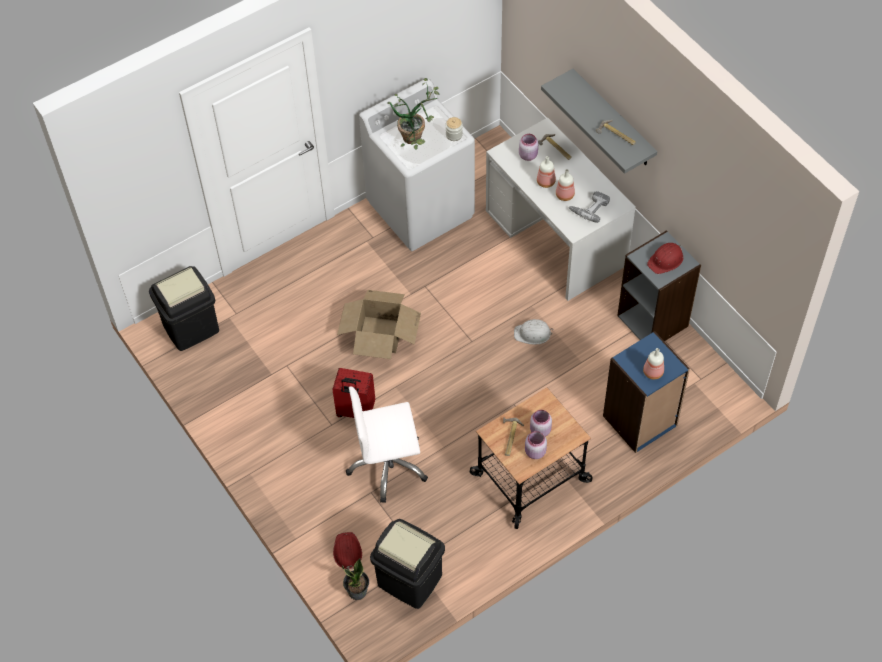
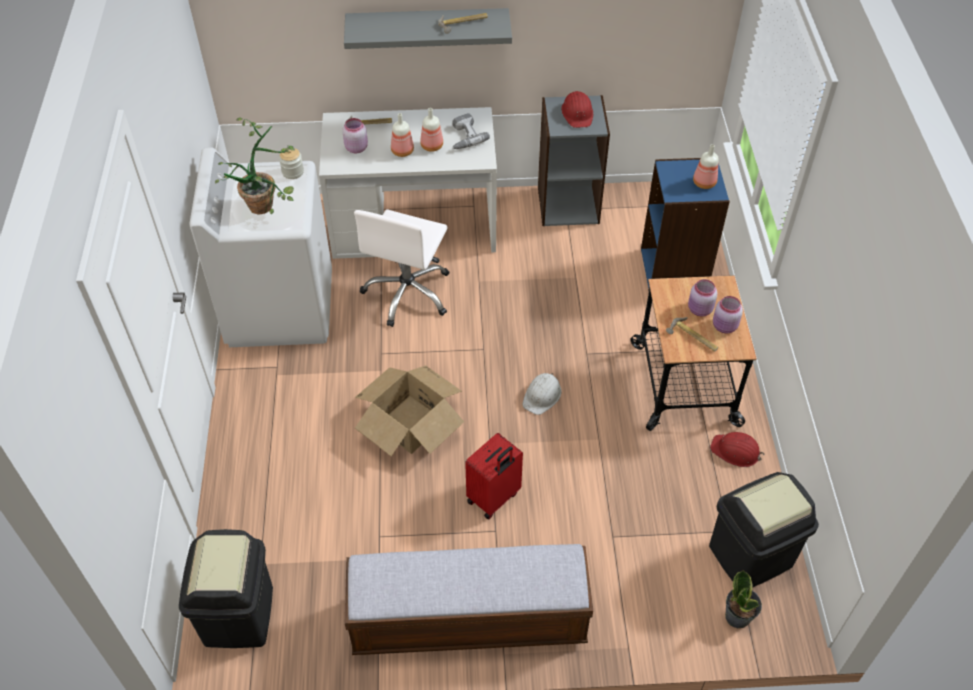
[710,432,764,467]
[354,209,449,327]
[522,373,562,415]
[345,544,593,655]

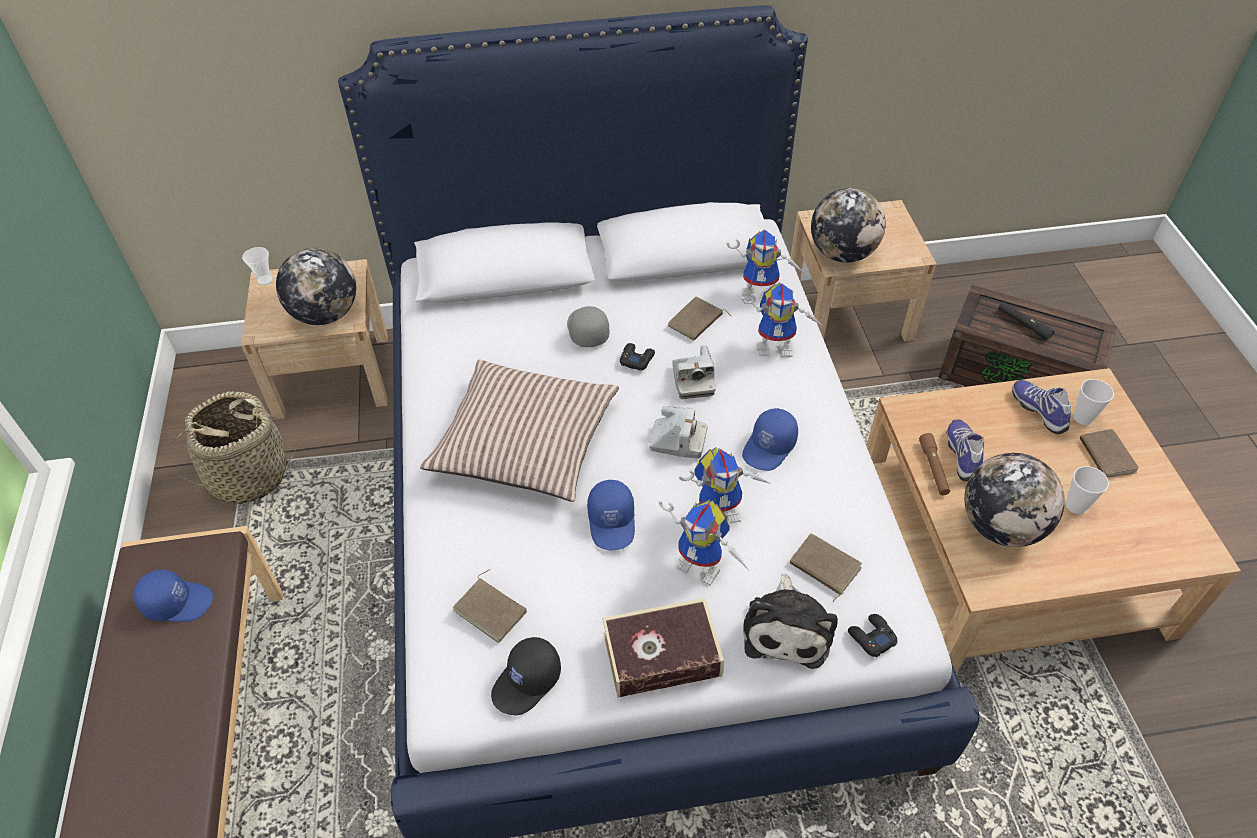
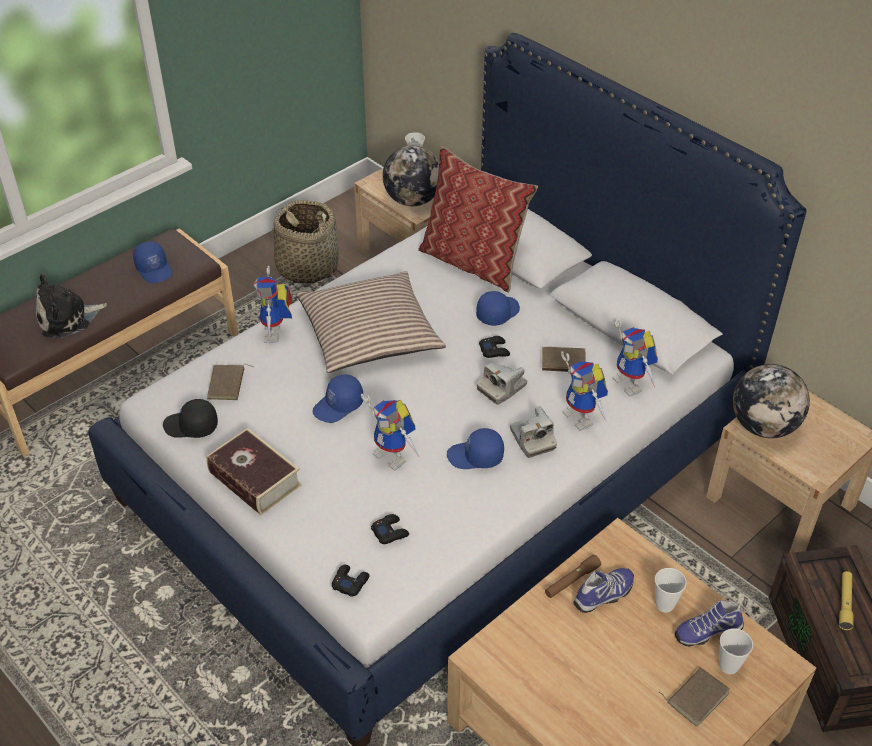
[476,291,520,326]
[510,406,557,458]
[254,266,293,343]
[36,274,107,338]
[371,514,409,544]
[964,453,1065,547] (first image)
[839,571,853,630]
[675,600,744,647]
[655,568,687,613]
[418,146,538,293]

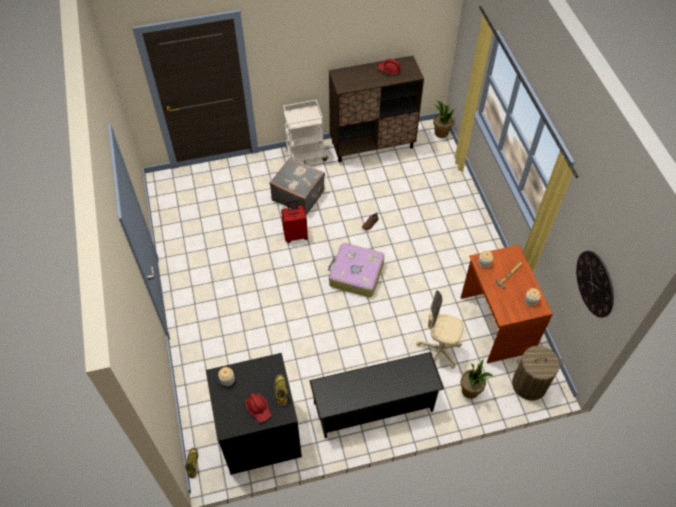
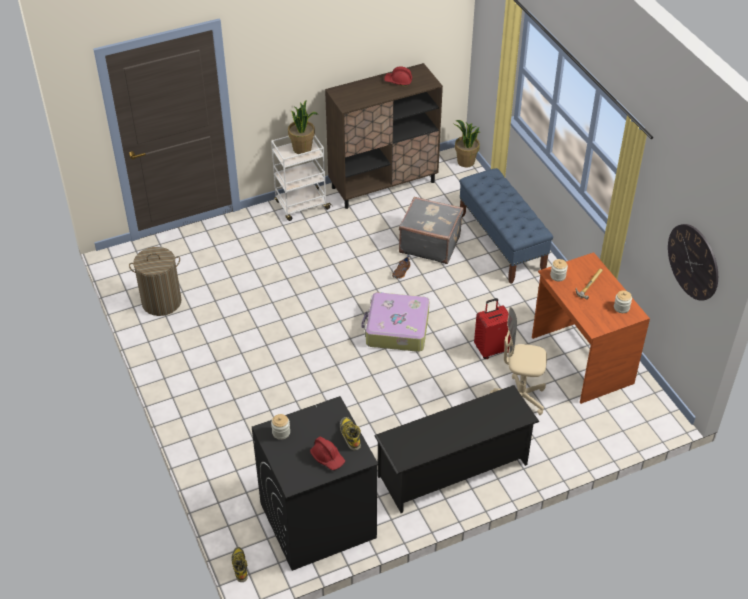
[399,197,463,264]
[474,298,511,359]
[288,101,318,154]
[129,247,181,316]
[459,168,553,284]

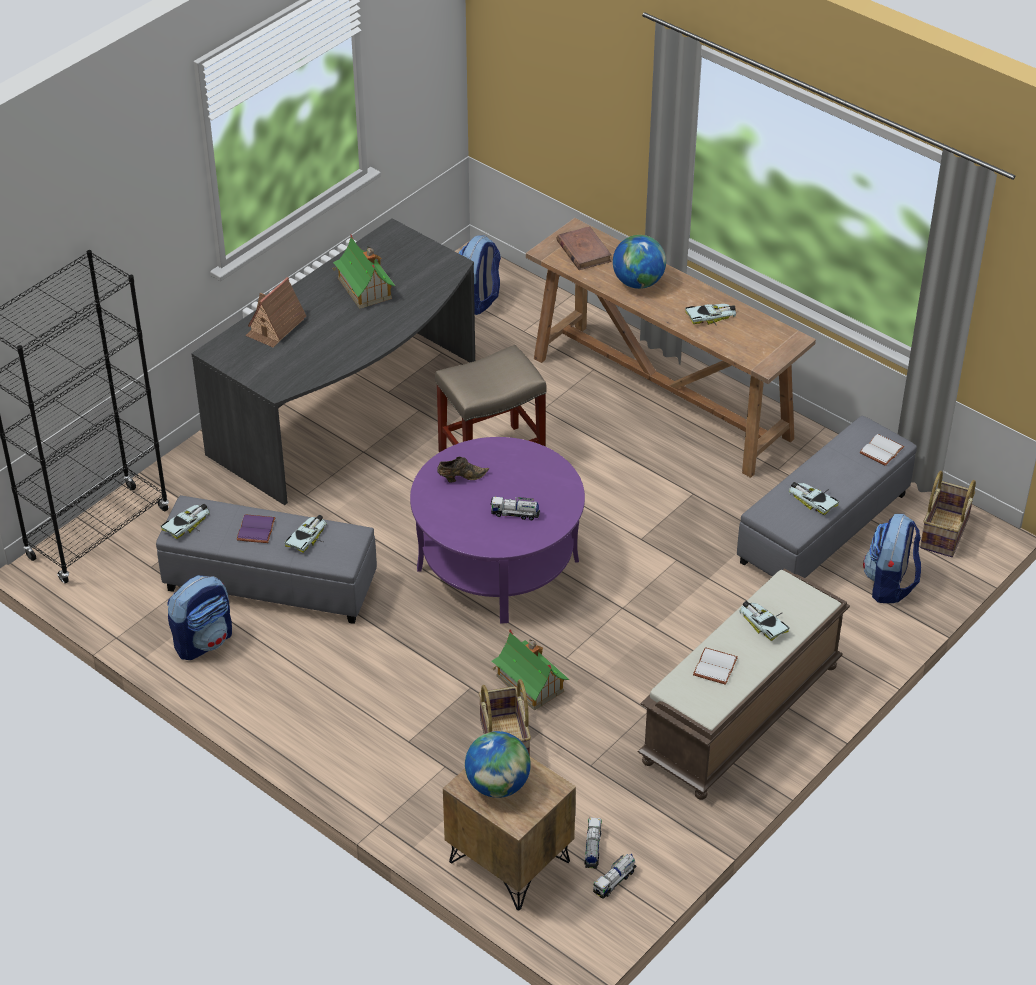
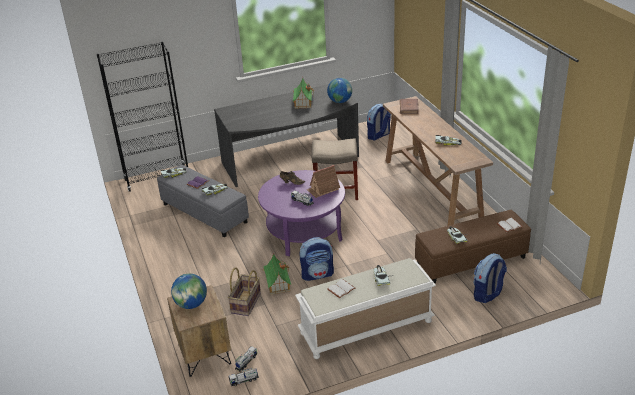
[299,237,334,281]
[307,165,340,198]
[327,78,352,103]
[295,258,436,359]
[415,210,531,283]
[920,471,976,557] (first image)

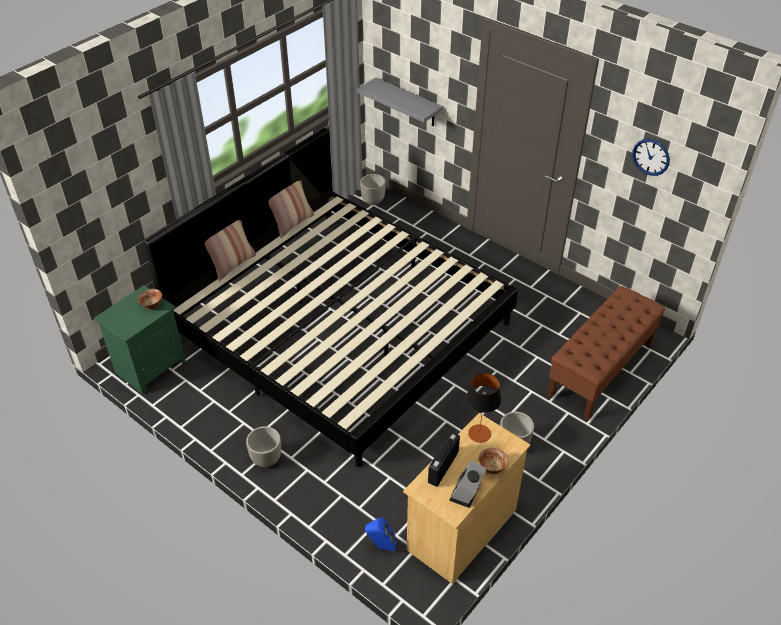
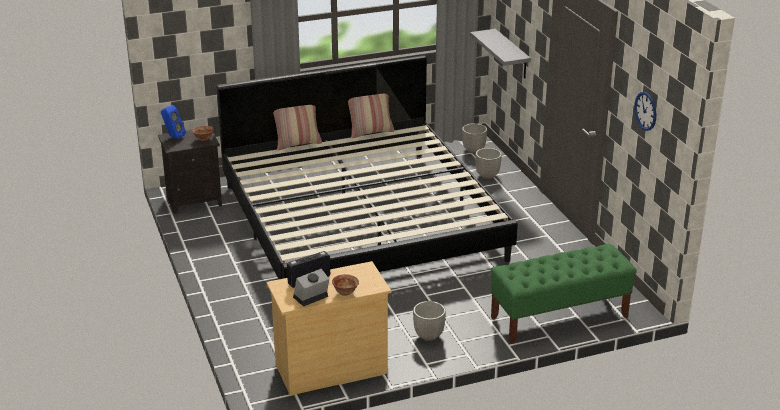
[158,130,222,214]
[475,148,502,179]
[161,105,186,139]
[466,373,501,443] (first image)
[491,244,637,344]

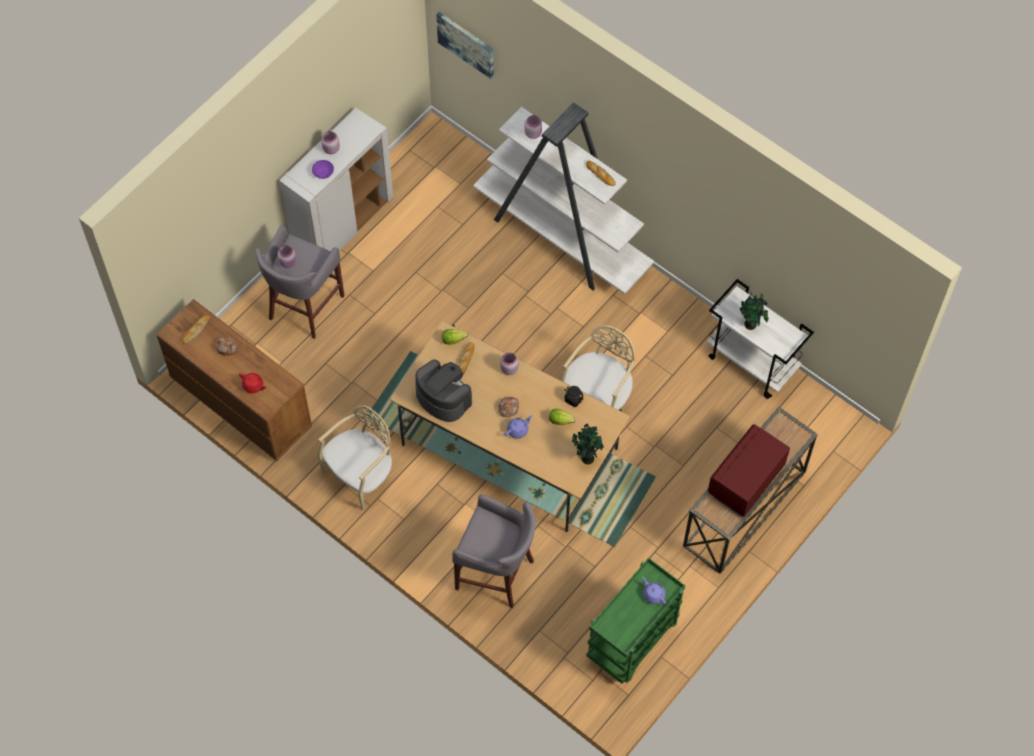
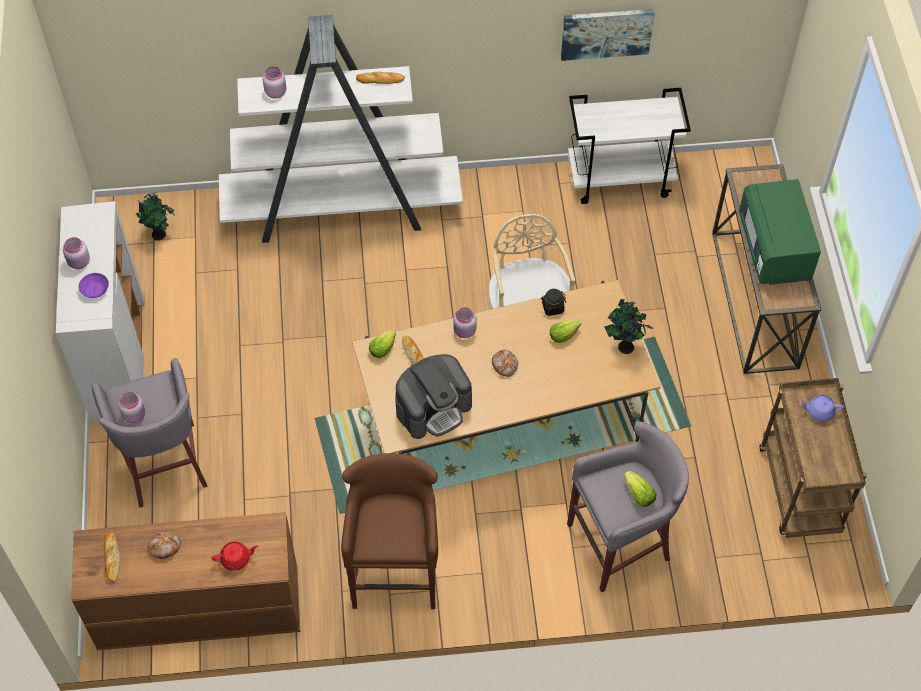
[341,453,438,609]
[395,354,472,439]
[561,9,655,61]
[504,415,533,439] (first image)
[759,378,866,538]
[739,179,821,285]
[136,193,174,240]
[624,471,656,507]

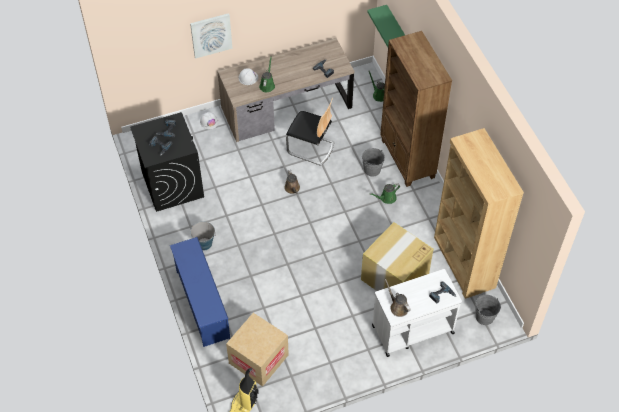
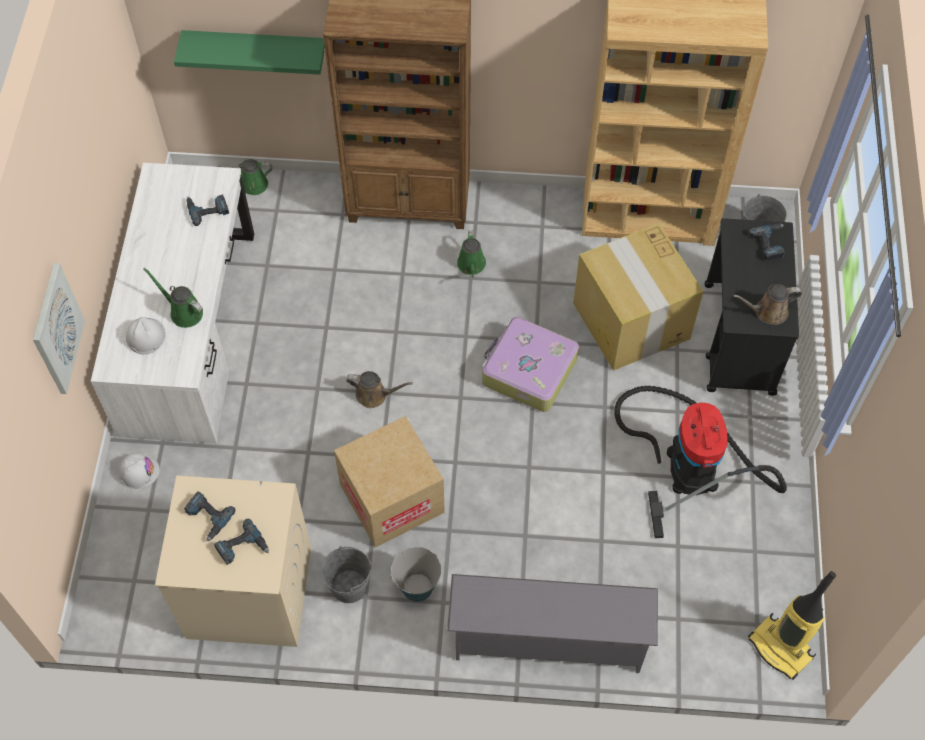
[155,476,311,647]
[447,574,658,673]
[91,163,254,444]
[334,416,445,548]
[286,98,335,166] (first image)
[321,546,372,603]
[705,218,799,396]
[482,317,579,412]
[614,386,787,538]

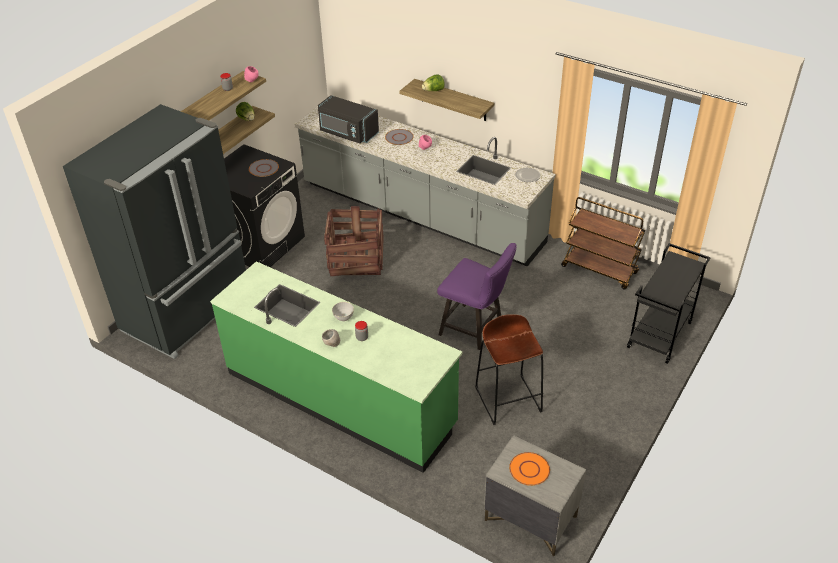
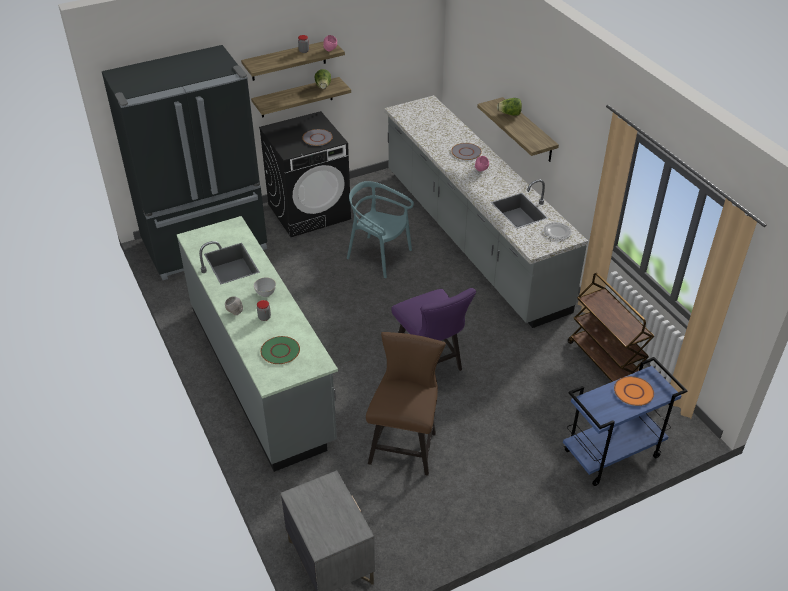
[177,216,338,472]
[318,95,379,143] (first image)
[347,181,414,278]
[366,332,446,476]
[614,376,654,406]
[563,357,688,486]
[261,336,300,364]

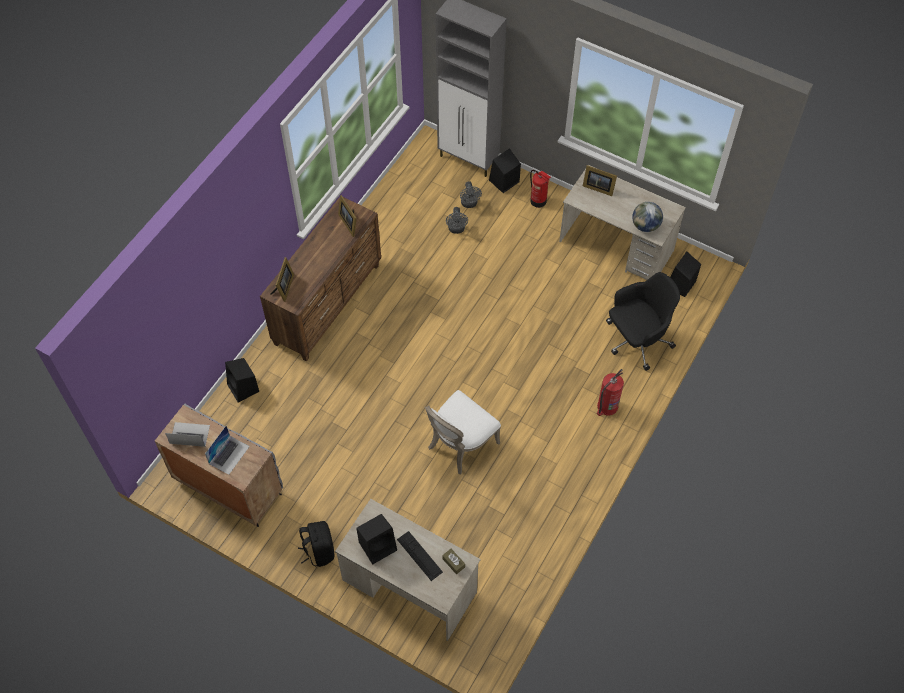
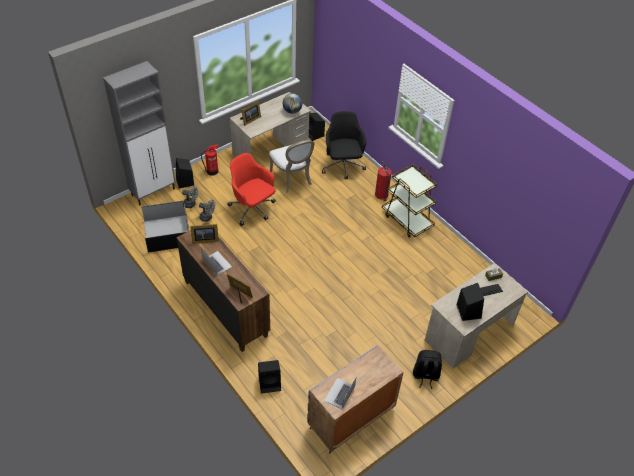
[202,249,232,275]
[269,140,314,192]
[141,201,189,253]
[227,153,276,226]
[382,164,437,238]

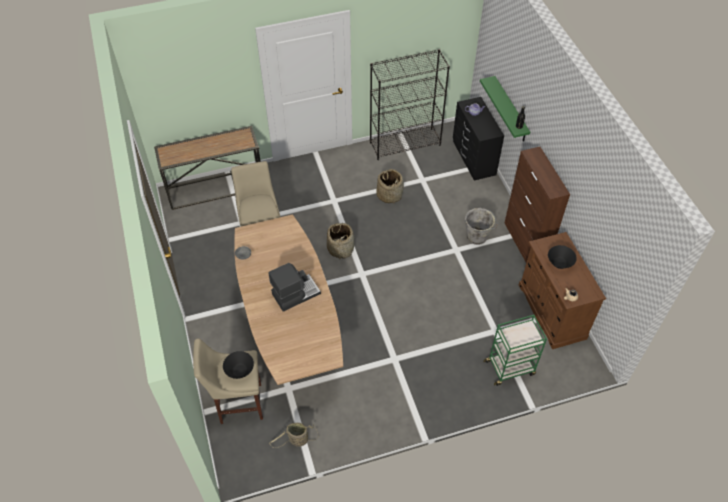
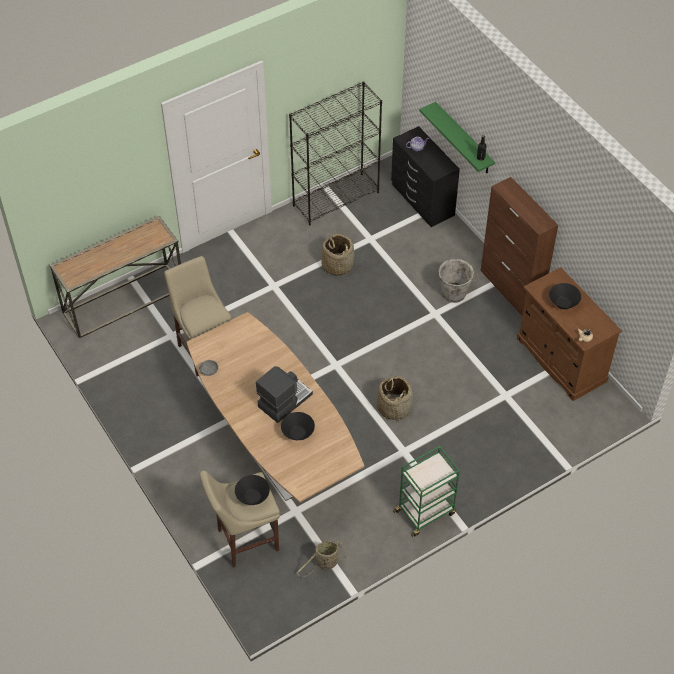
[377,376,413,421]
[393,446,460,537]
[281,412,315,440]

